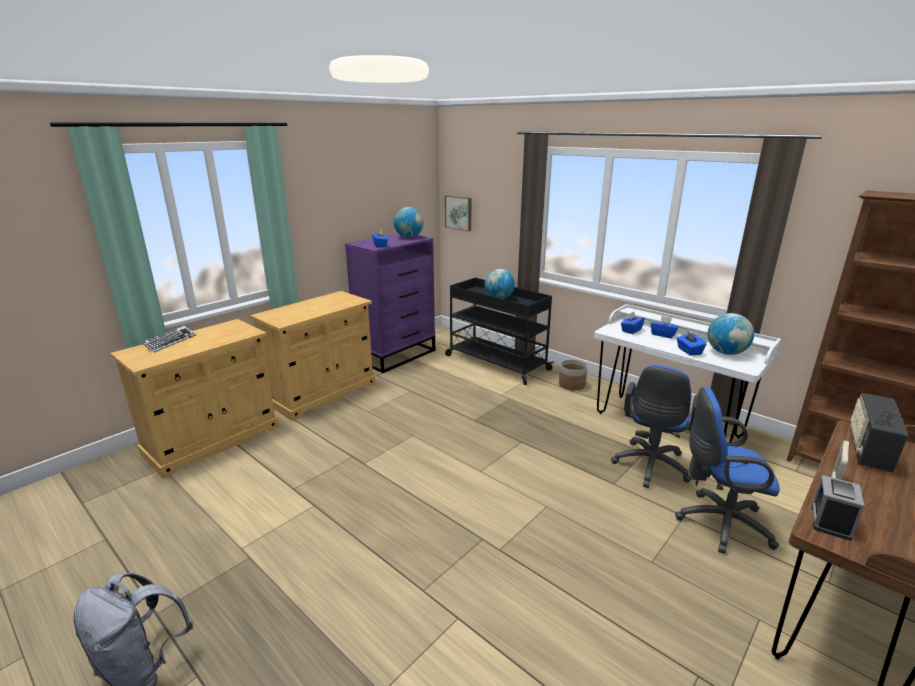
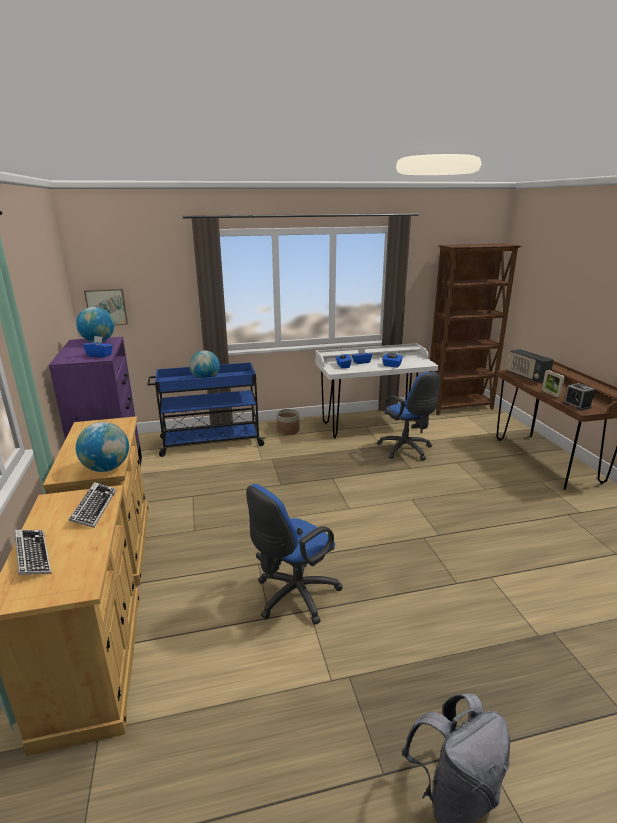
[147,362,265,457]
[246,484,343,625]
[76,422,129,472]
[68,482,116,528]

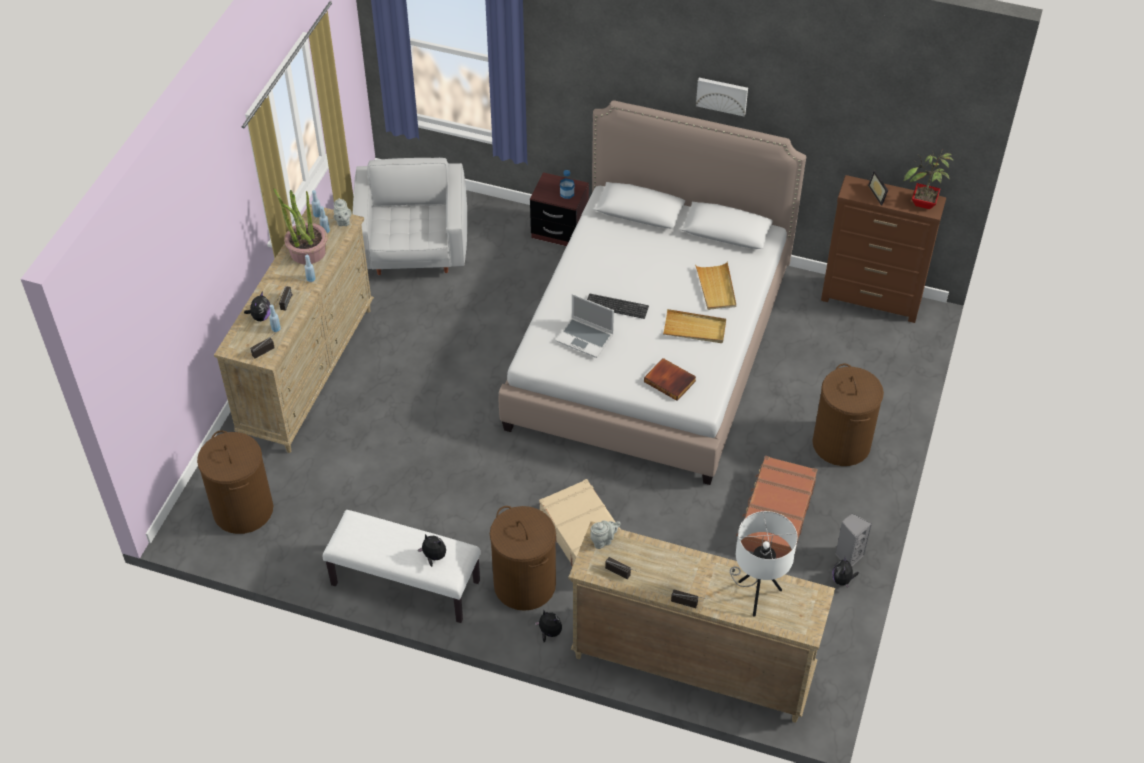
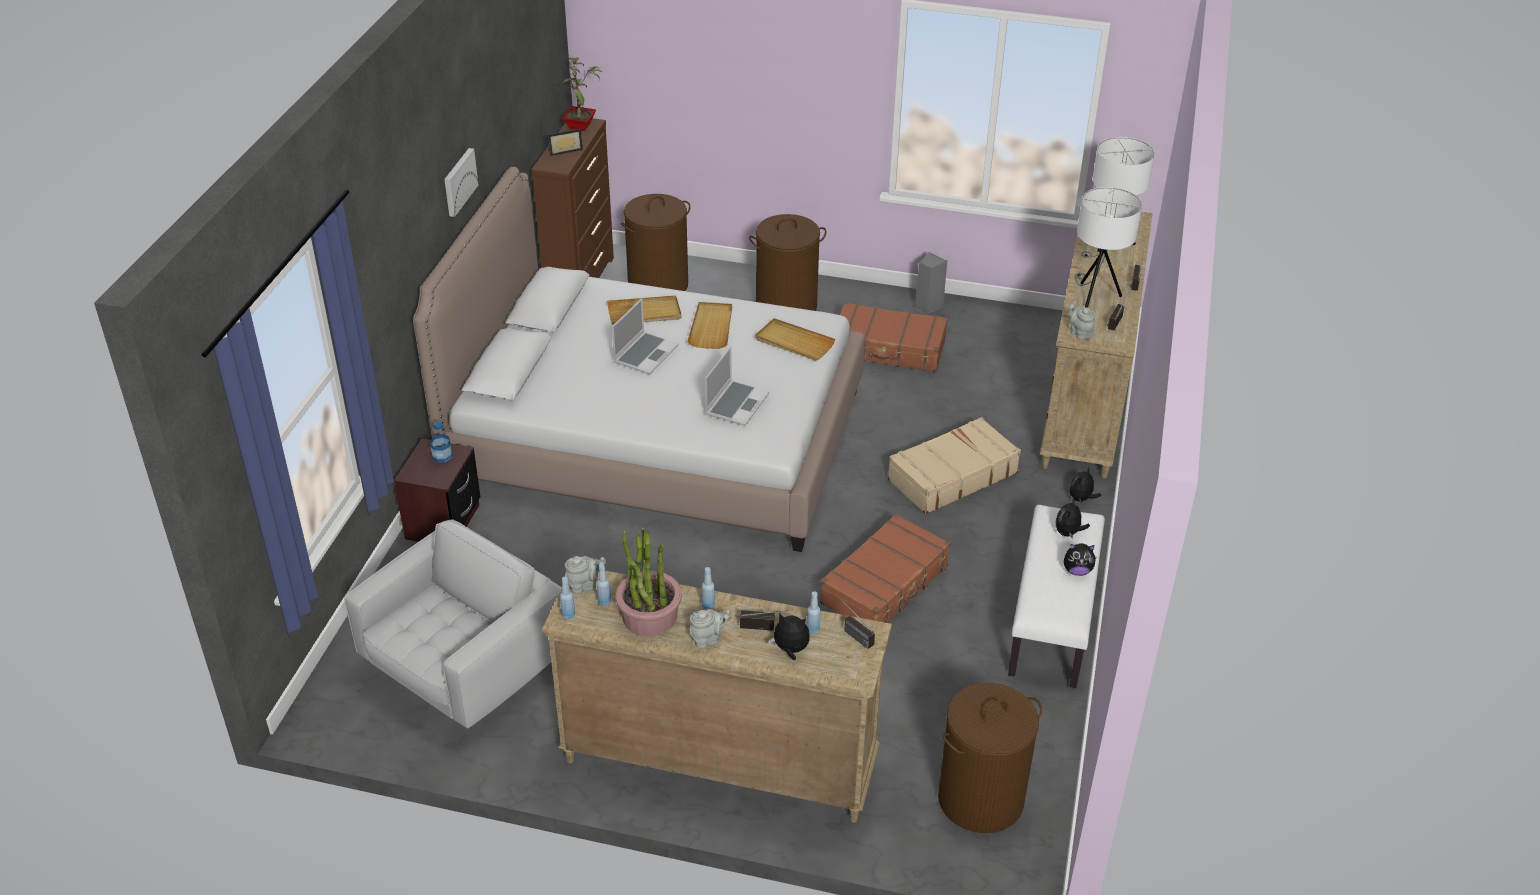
[344,520,562,729]
[621,194,690,291]
[587,294,649,319] (first image)
[755,318,835,361]
[1064,543,1097,576]
[612,298,679,375]
[689,609,731,648]
[820,514,950,624]
[1075,187,1142,308]

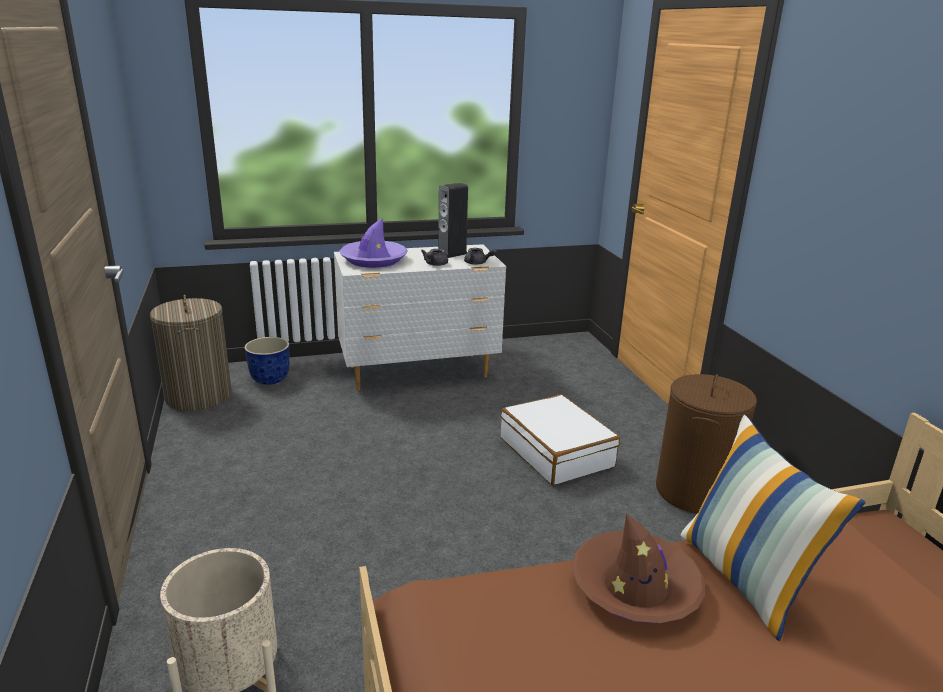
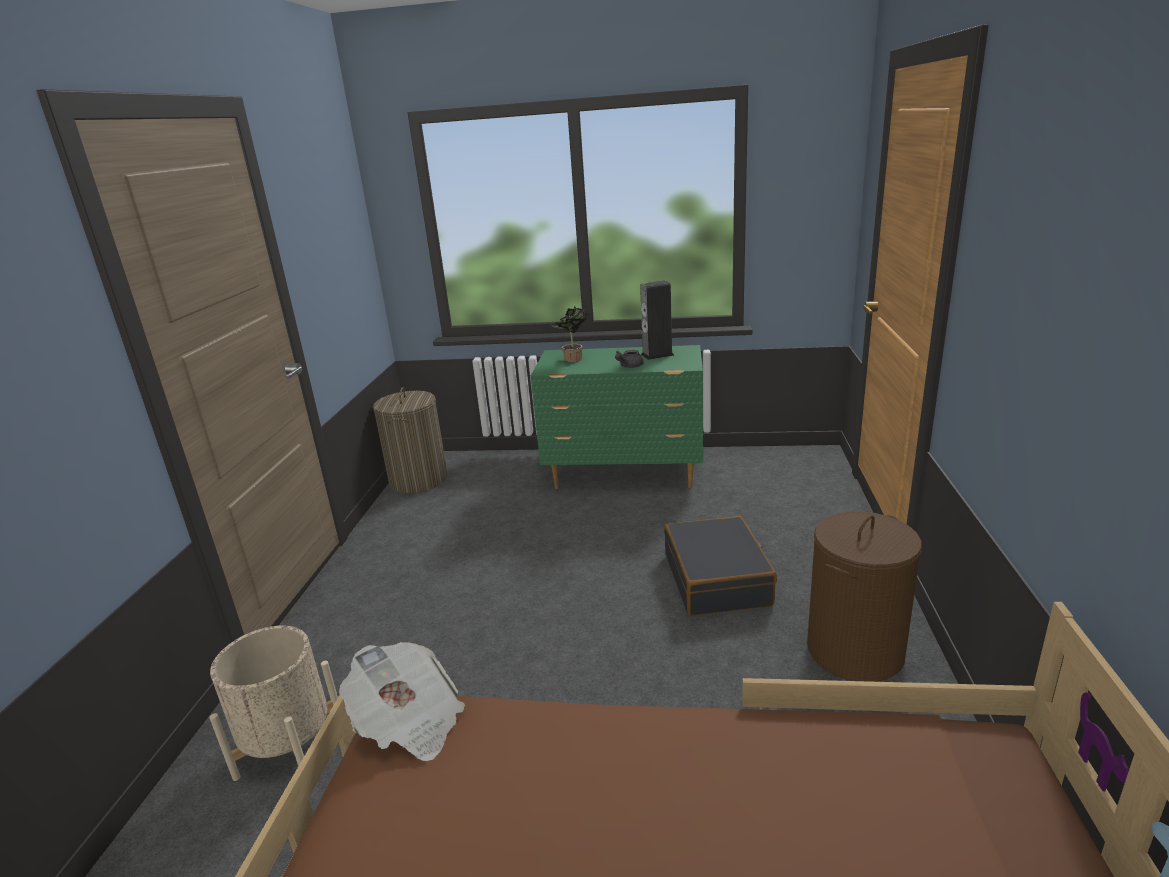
[244,337,289,385] (first image)
[531,345,703,489]
[549,307,590,362]
[464,248,497,265] (first image)
[664,516,777,616]
[572,513,706,623] (first image)
[680,415,865,641] (first image)
[339,642,465,761]

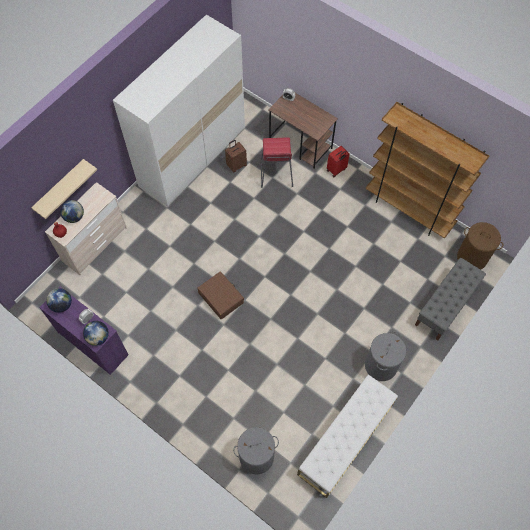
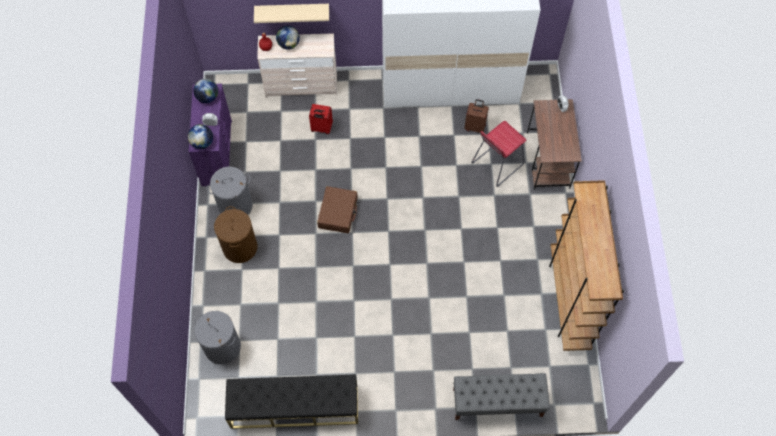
[225,375,358,429]
[309,104,333,134]
[206,166,253,215]
[214,206,257,263]

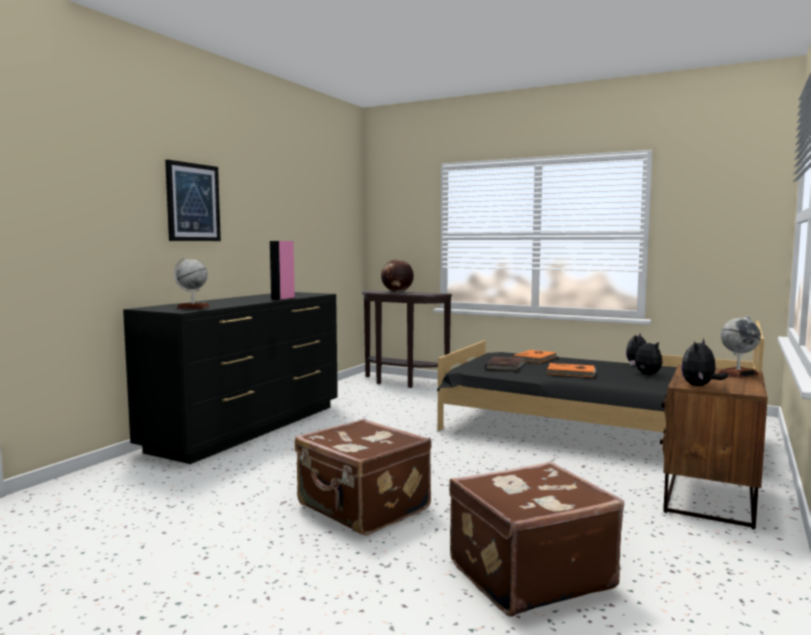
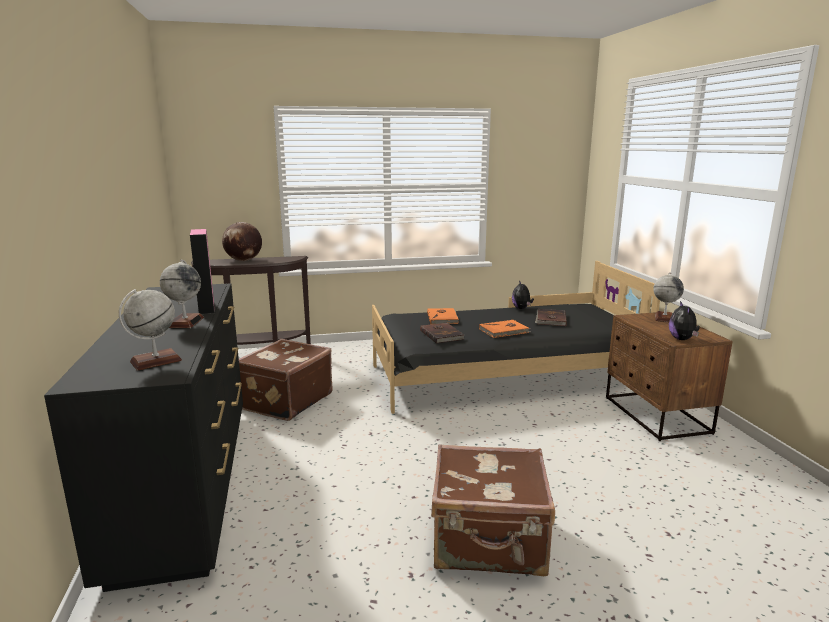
[165,160,221,241] (first image)
[239,339,333,421]
[535,309,567,326]
[160,260,204,328]

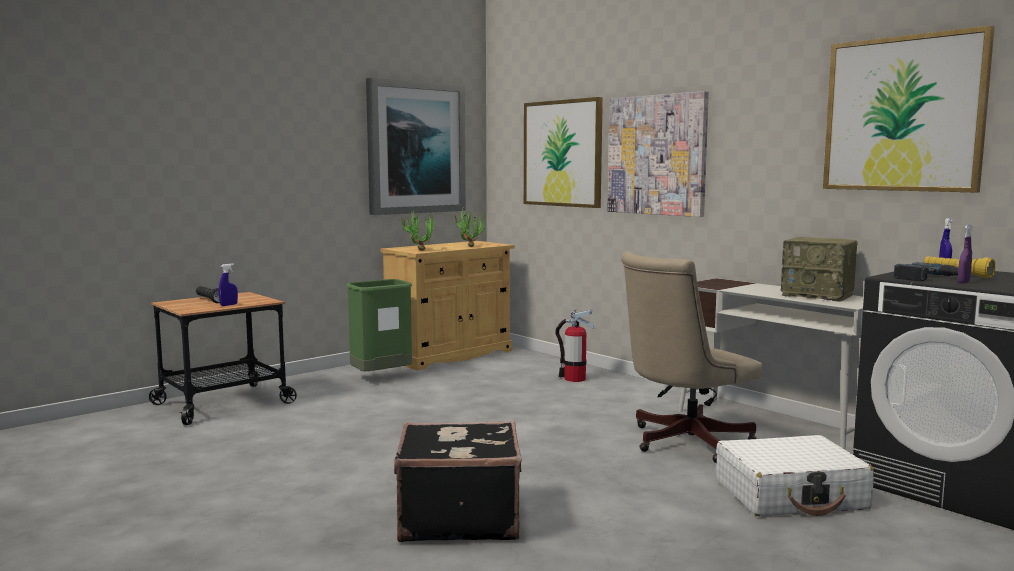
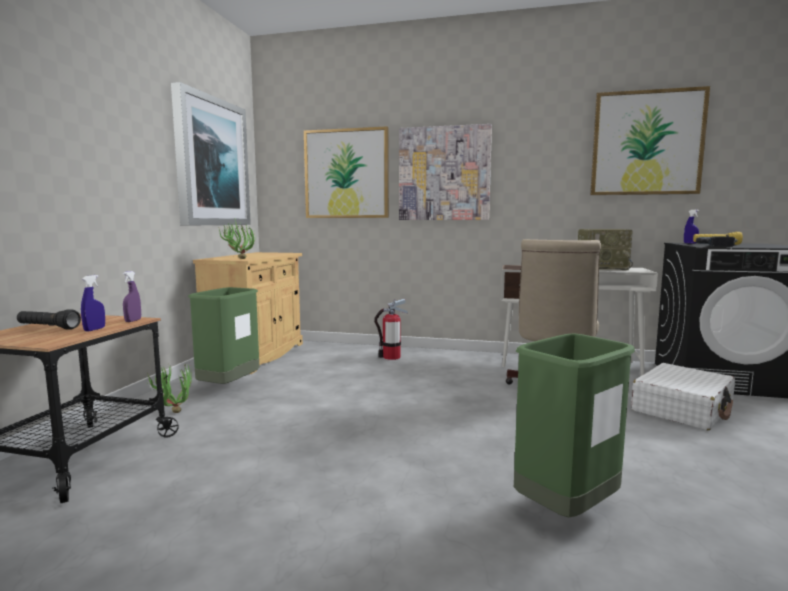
[514,333,635,518]
[147,364,192,413]
[123,271,141,322]

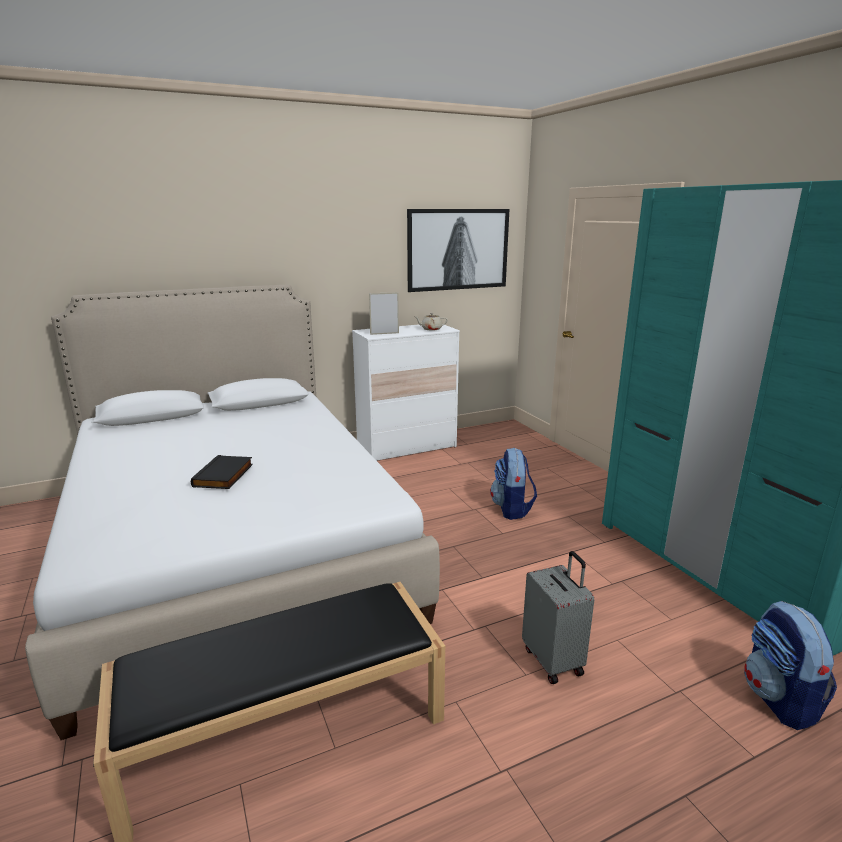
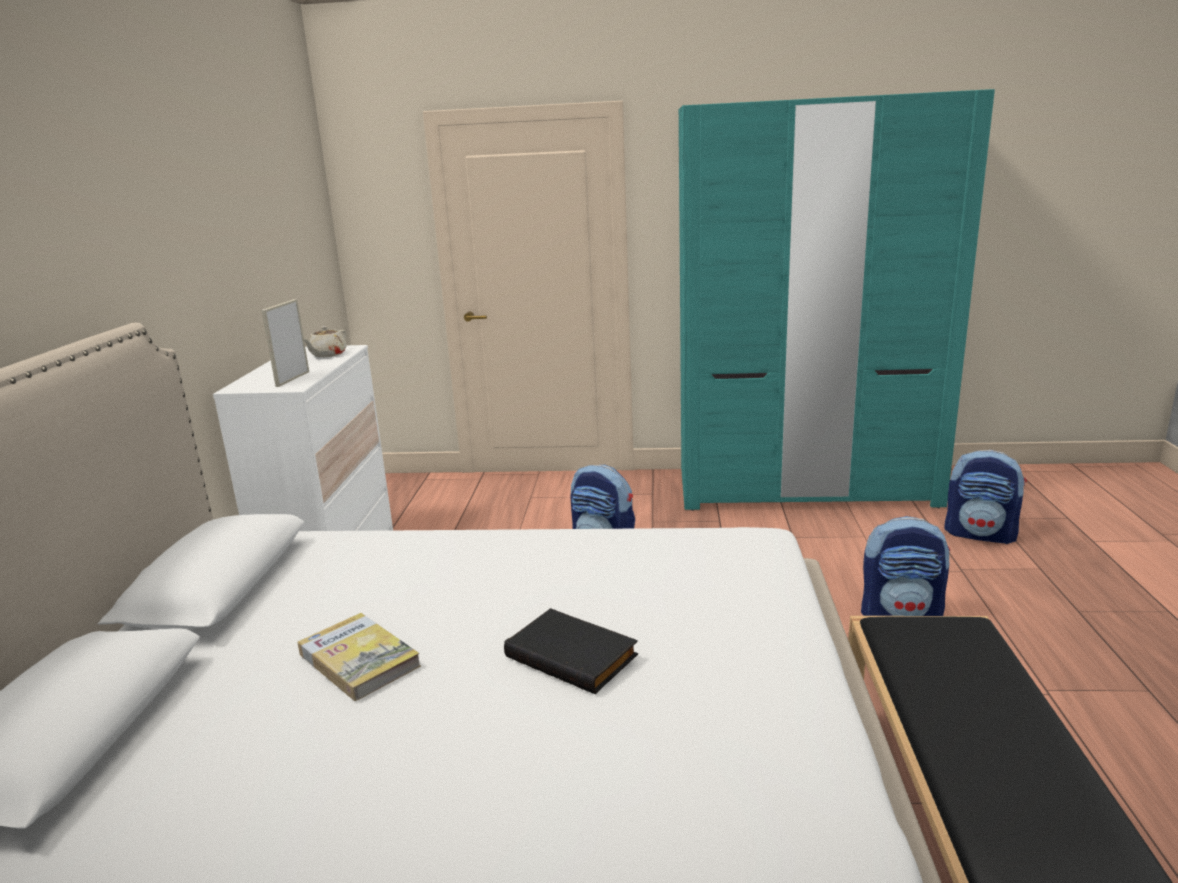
[407,209,509,292] (first image)
[861,516,951,616]
[297,613,421,701]

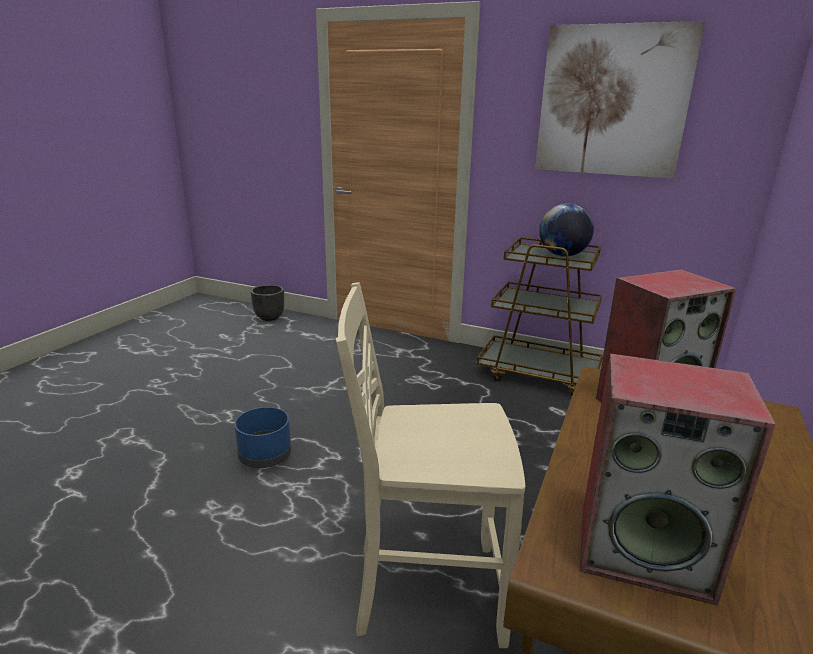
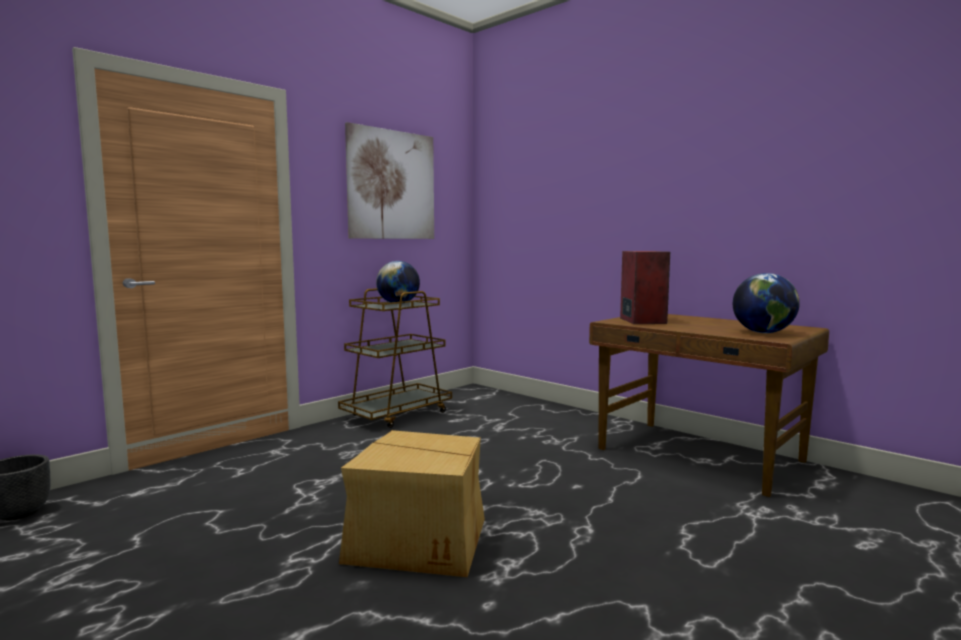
[339,430,485,577]
[336,282,525,648] (first image)
[733,273,800,333]

